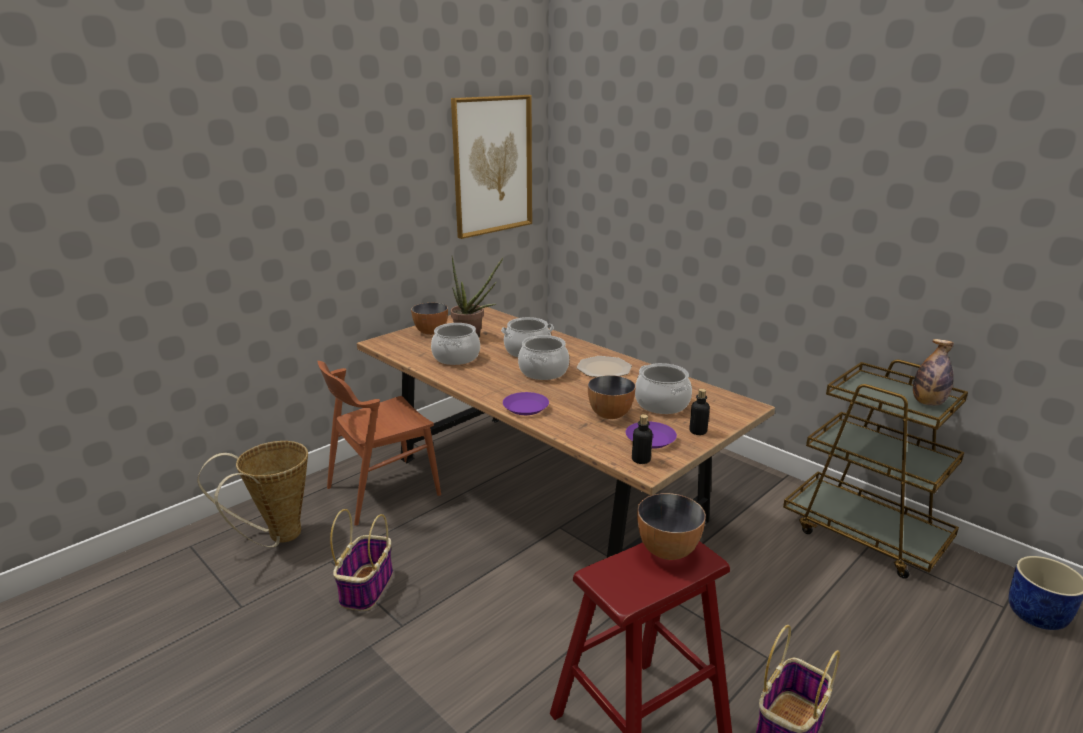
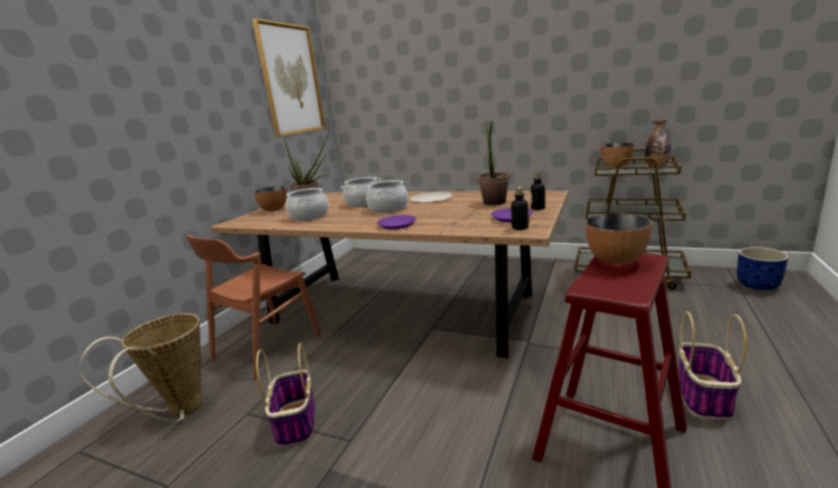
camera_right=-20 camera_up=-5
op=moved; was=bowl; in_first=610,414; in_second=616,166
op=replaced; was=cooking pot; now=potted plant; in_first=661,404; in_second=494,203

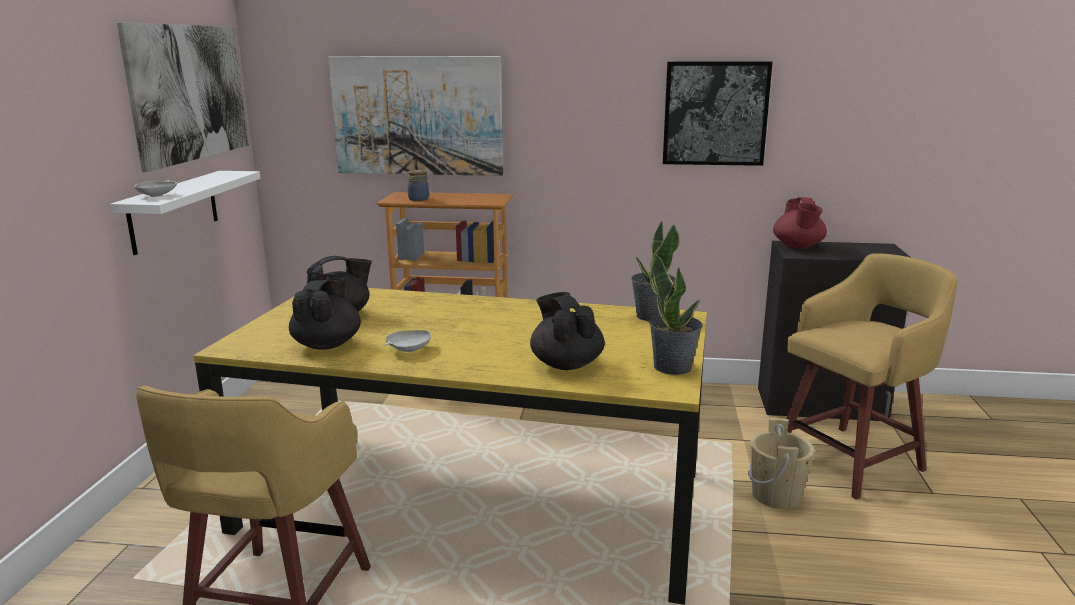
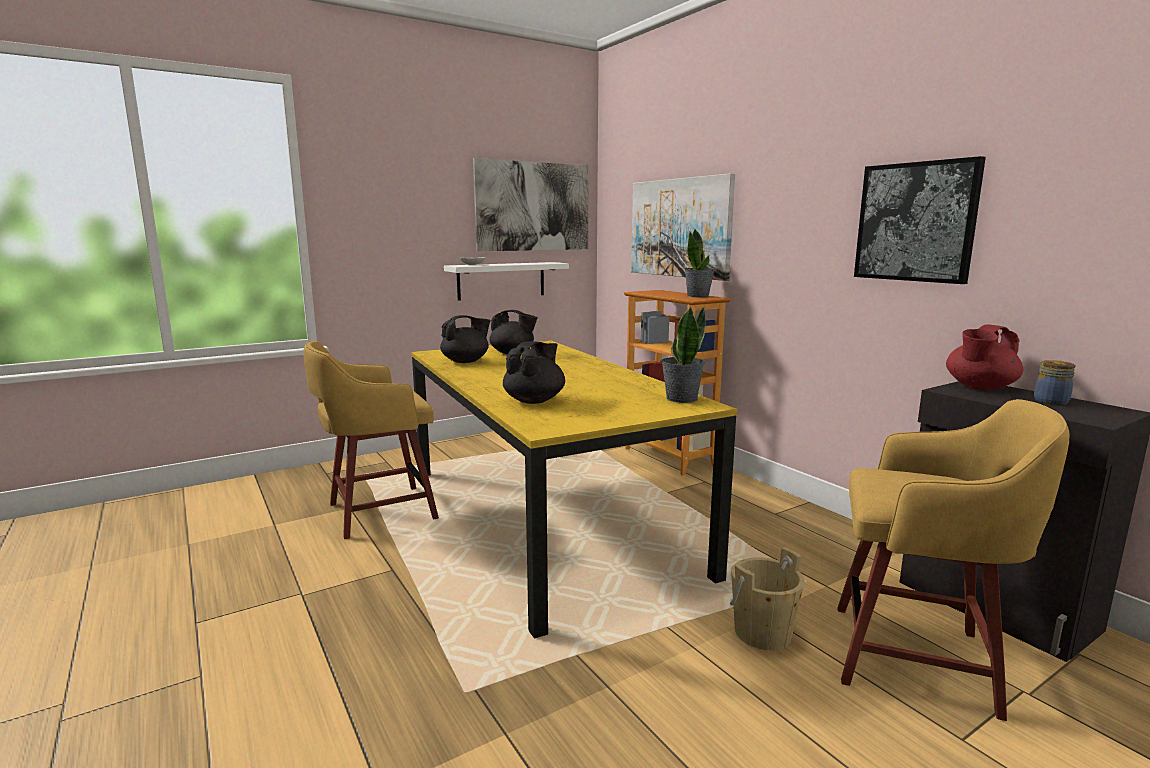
camera_right=50 camera_up=-5
op=removed; was=white bowl; in_first=408,350
op=moved; was=jar; in_first=418,199; in_second=1050,401
op=moved; was=potted plant; in_first=673,367; in_second=698,296

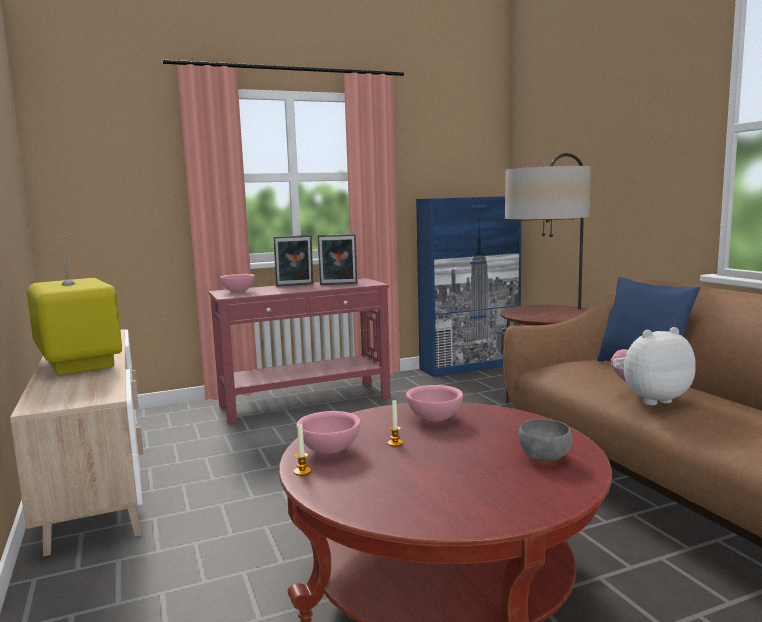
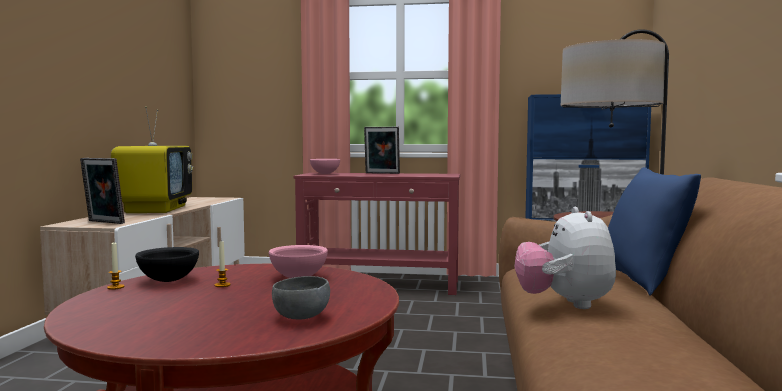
camera_right=30 camera_up=-5
op=moved; was=picture frame; in_first=338,284; in_second=103,222
op=recoloured; was=pink bowl; now=black bowl; in_first=330,451; in_second=168,280
op=turned; was=plush toy; in_first=650,399; in_second=564,304; clockwise=-105

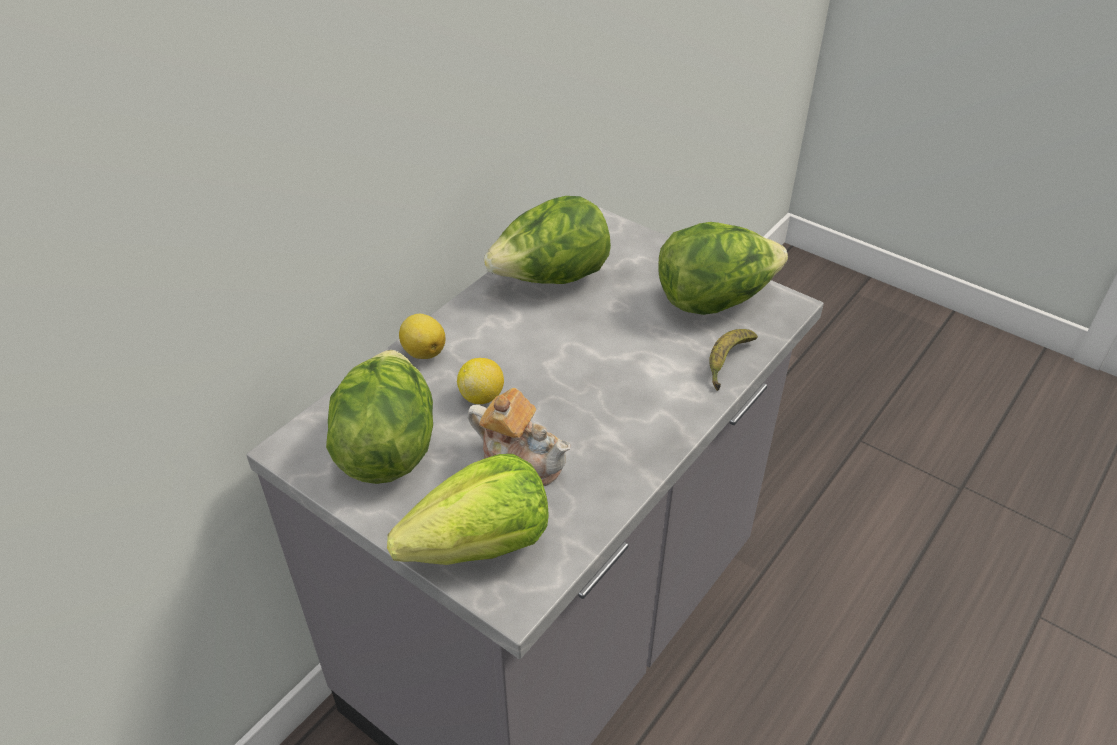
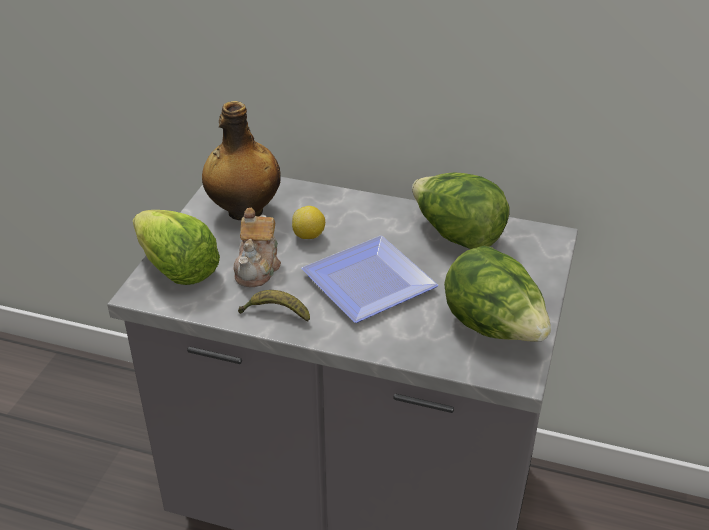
camera_right=70 camera_up=-5
op=removed; was=lemon; in_first=423,351
op=added; now=plate; in_second=369,279
op=moved; was=banana; in_first=727,362; in_second=275,313
op=replaced; was=lettuce; now=bottle; in_first=387,447; in_second=244,211

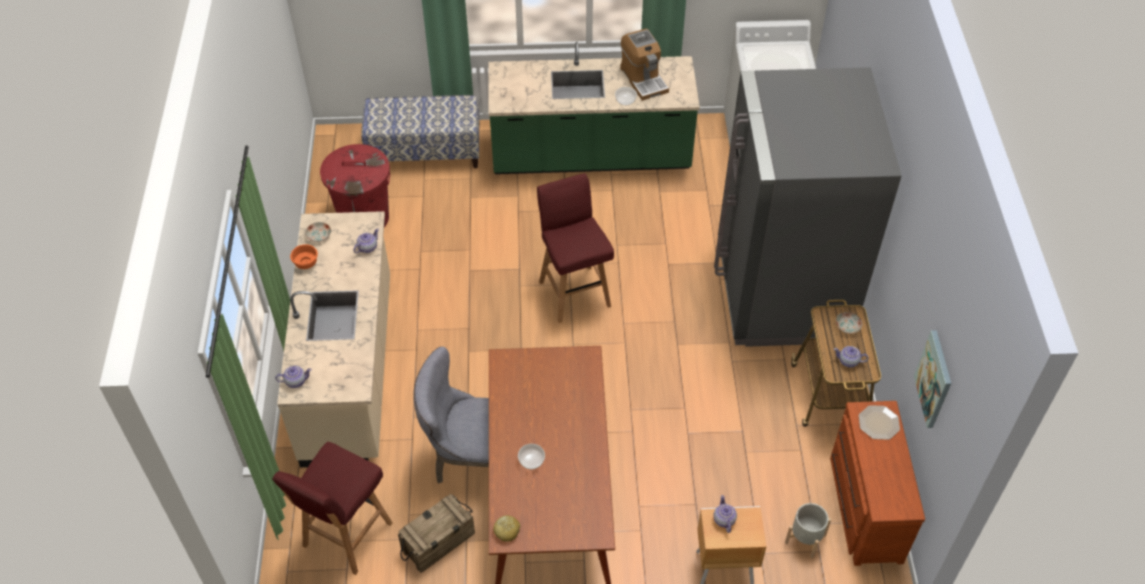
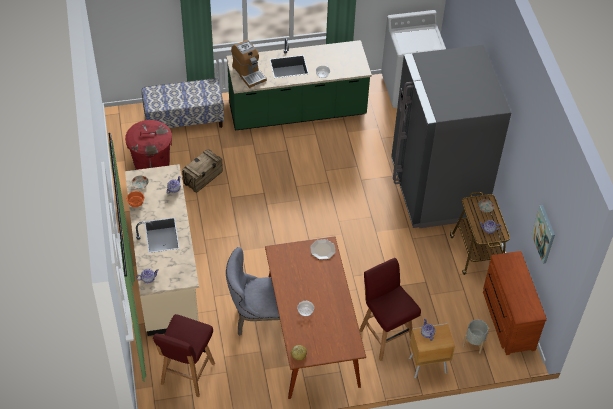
camera_right=-10 camera_up=0
op=moved; was=crate; in_first=438,542; in_second=203,178
op=moved; was=red stool; in_first=574,292; in_second=385,336
op=moved; was=coffee machine; in_first=643,79; in_second=248,73
op=moved; was=plate; in_first=879,423; in_second=323,250

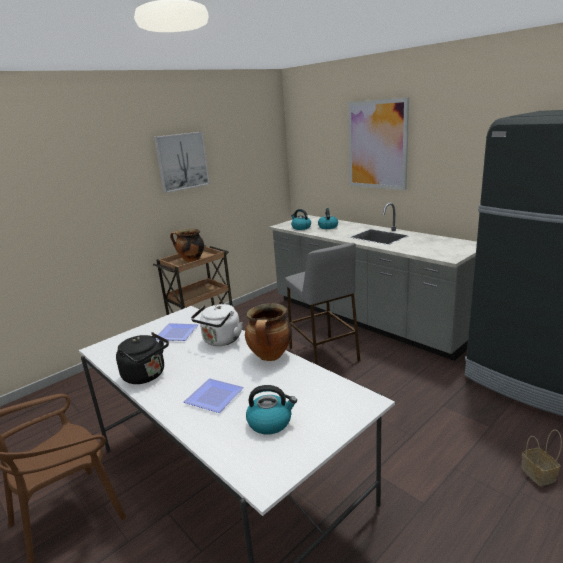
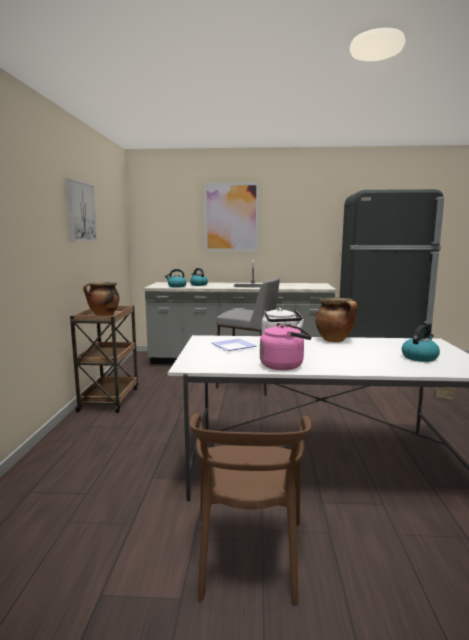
camera_right=-45 camera_up=-10
op=removed; was=plate; in_first=214,398
op=recoloured; was=black kettle; now=pink kettle; in_first=146,376; in_second=284,365

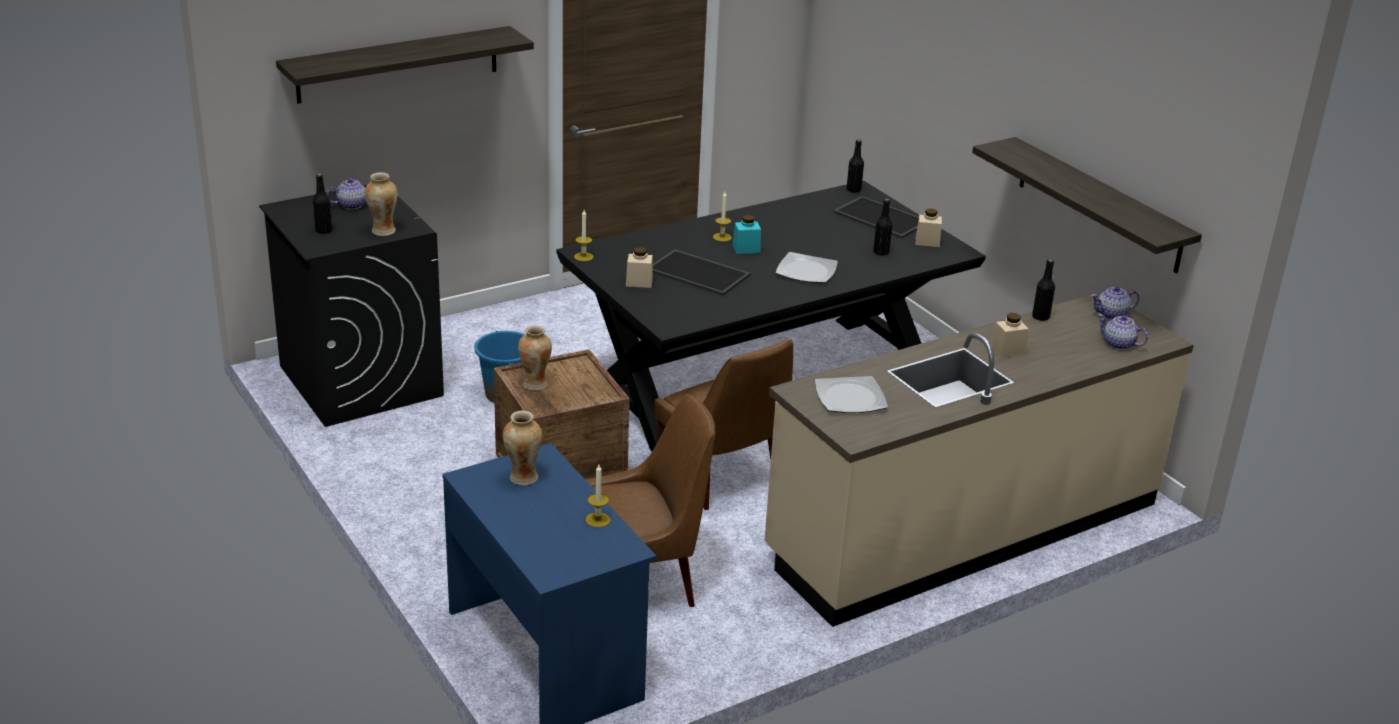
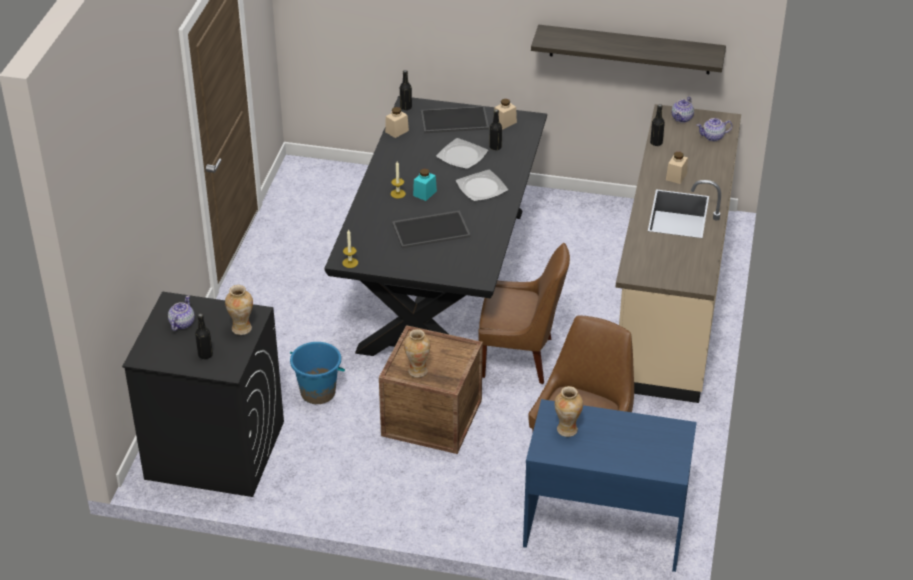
camera_right=-45 camera_up=10
op=removed; was=shelf; in_first=398,64
op=removed; was=candle; in_first=598,520
op=moved; was=beige jar; in_first=639,282; in_second=397,131
op=moved; was=plate; in_first=849,398; in_second=462,156

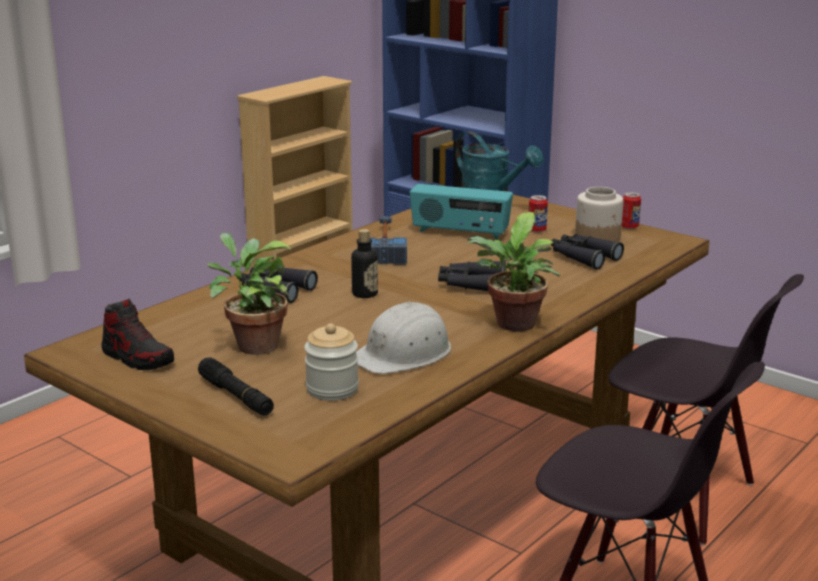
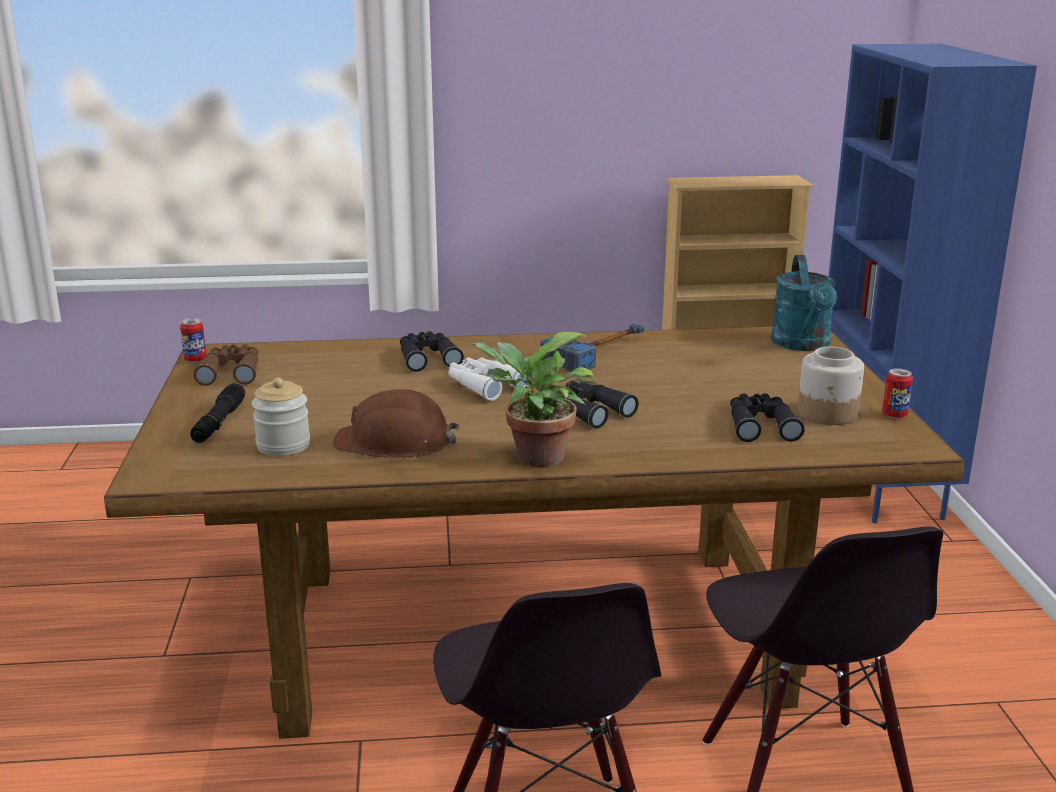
camera_right=45 camera_up=0
op=removed; was=potted plant; in_first=253,345
op=removed; was=radio; in_first=460,233
op=moved; was=can; in_first=537,230; in_second=195,360
op=replaced; was=shoe; now=brown binoculars; in_first=138,358; in_second=231,372
op=replaced; was=bottle; now=white binoculars; in_first=365,294; in_second=484,385
op=recoloured; was=white hard hat; now=brown hard hat; in_first=404,353; in_second=395,442

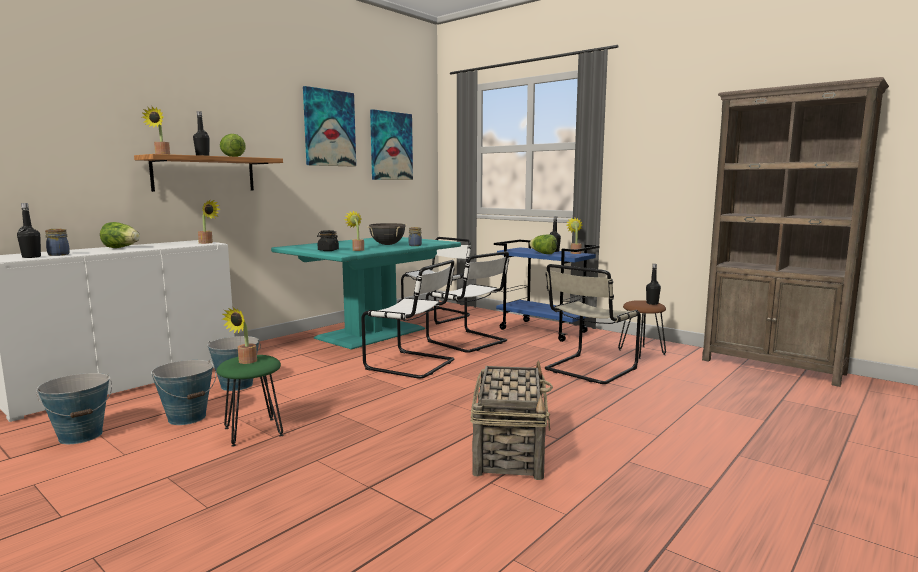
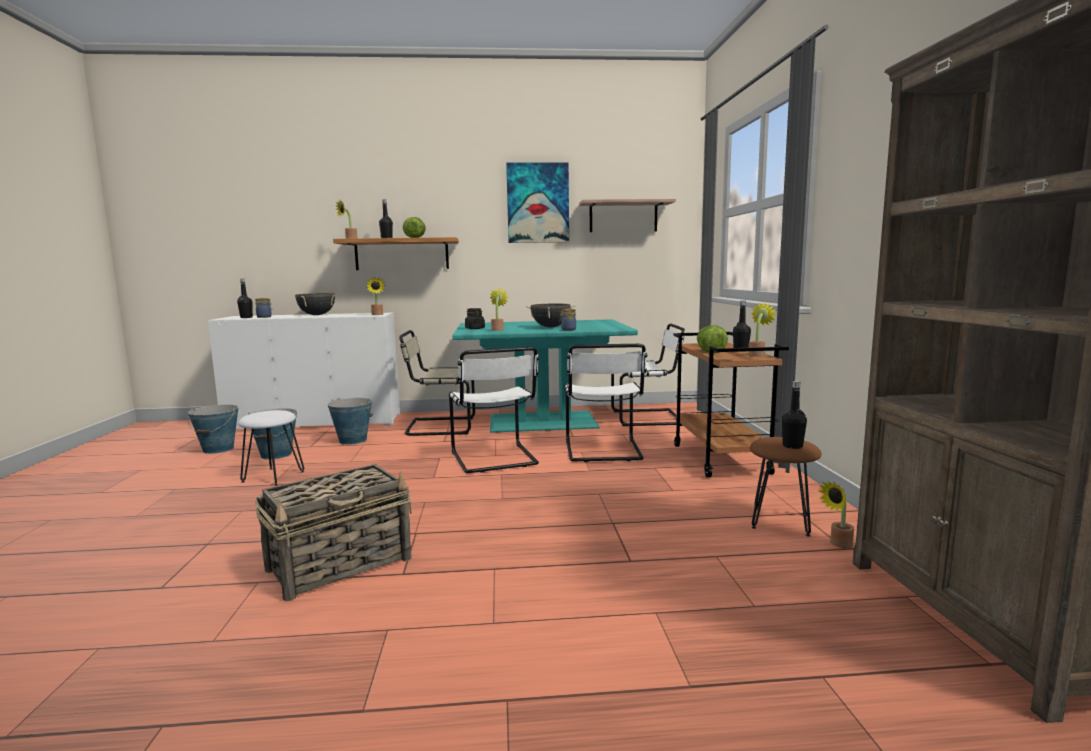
camera_right=45 camera_up=0
op=moved; was=potted plant; in_first=245,362; in_second=838,544
op=moved; was=beige chair; in_first=588,370; in_second=438,427
op=replaced; was=lettuce; now=black cooking pot; in_first=121,248; in_second=317,315
op=replaced; was=picture; now=shelf; in_first=391,146; in_second=623,217
op=recoloured; was=green stool; now=white stool; in_first=253,431; in_second=273,476
op=recoloured; was=blue cart; now=brown cart; in_first=544,330; in_second=721,459

